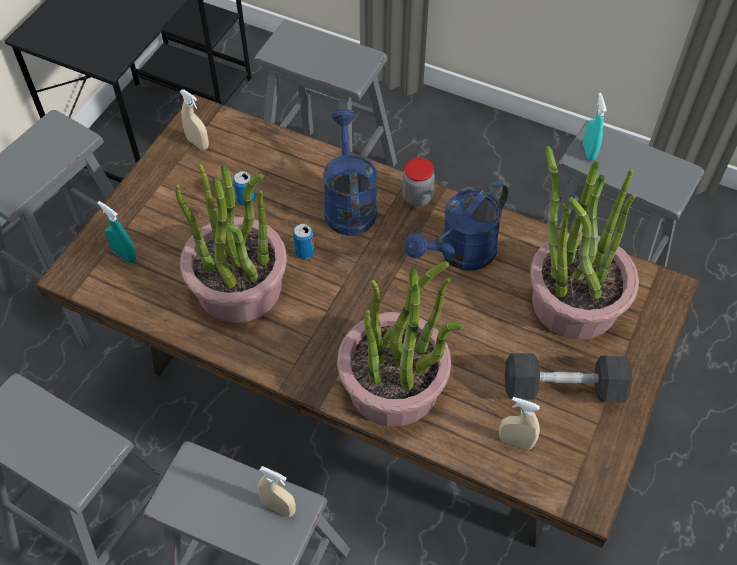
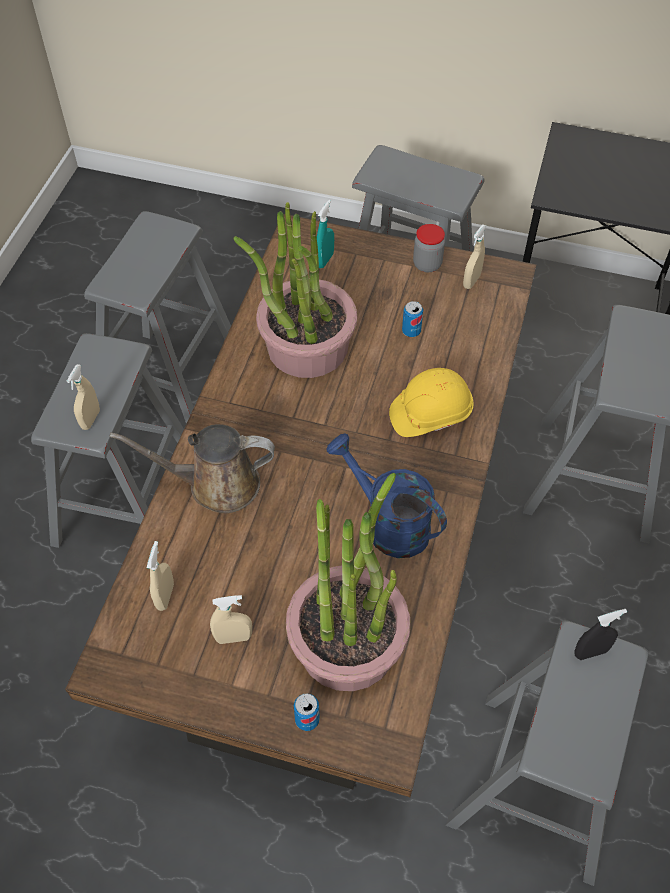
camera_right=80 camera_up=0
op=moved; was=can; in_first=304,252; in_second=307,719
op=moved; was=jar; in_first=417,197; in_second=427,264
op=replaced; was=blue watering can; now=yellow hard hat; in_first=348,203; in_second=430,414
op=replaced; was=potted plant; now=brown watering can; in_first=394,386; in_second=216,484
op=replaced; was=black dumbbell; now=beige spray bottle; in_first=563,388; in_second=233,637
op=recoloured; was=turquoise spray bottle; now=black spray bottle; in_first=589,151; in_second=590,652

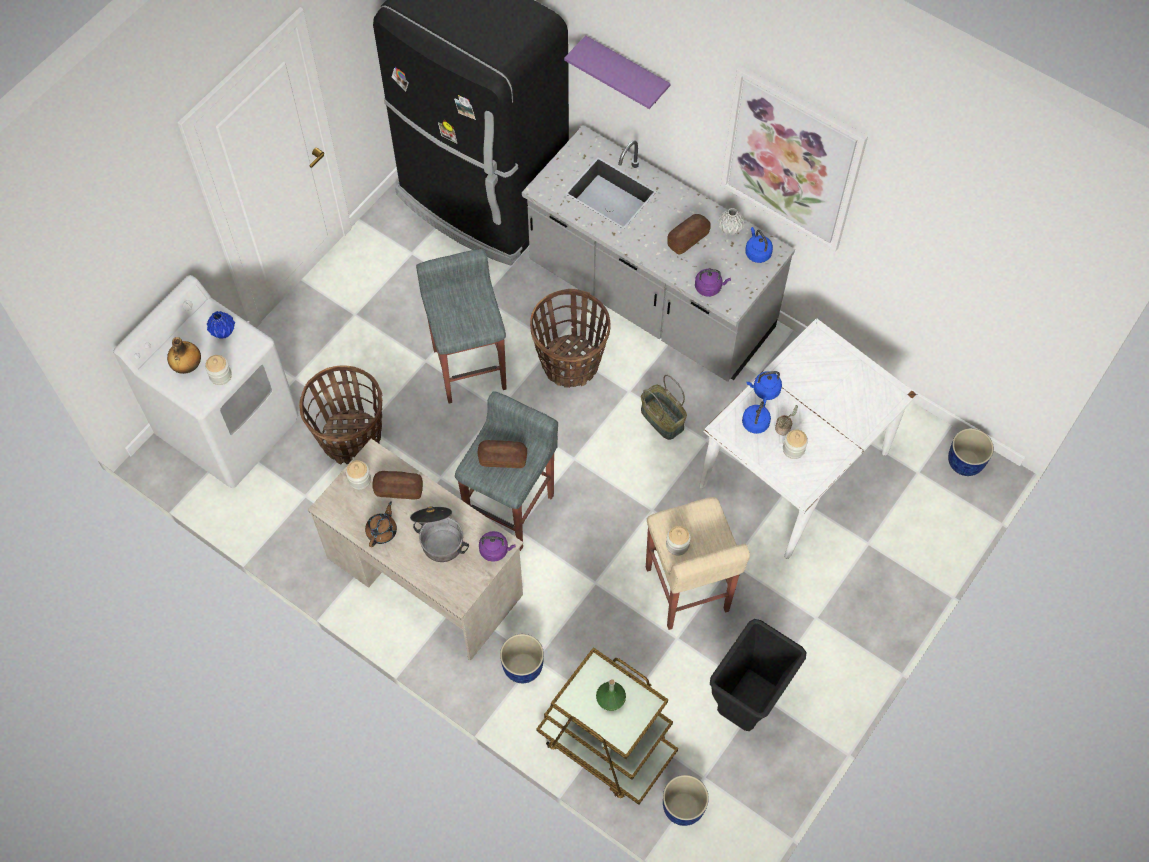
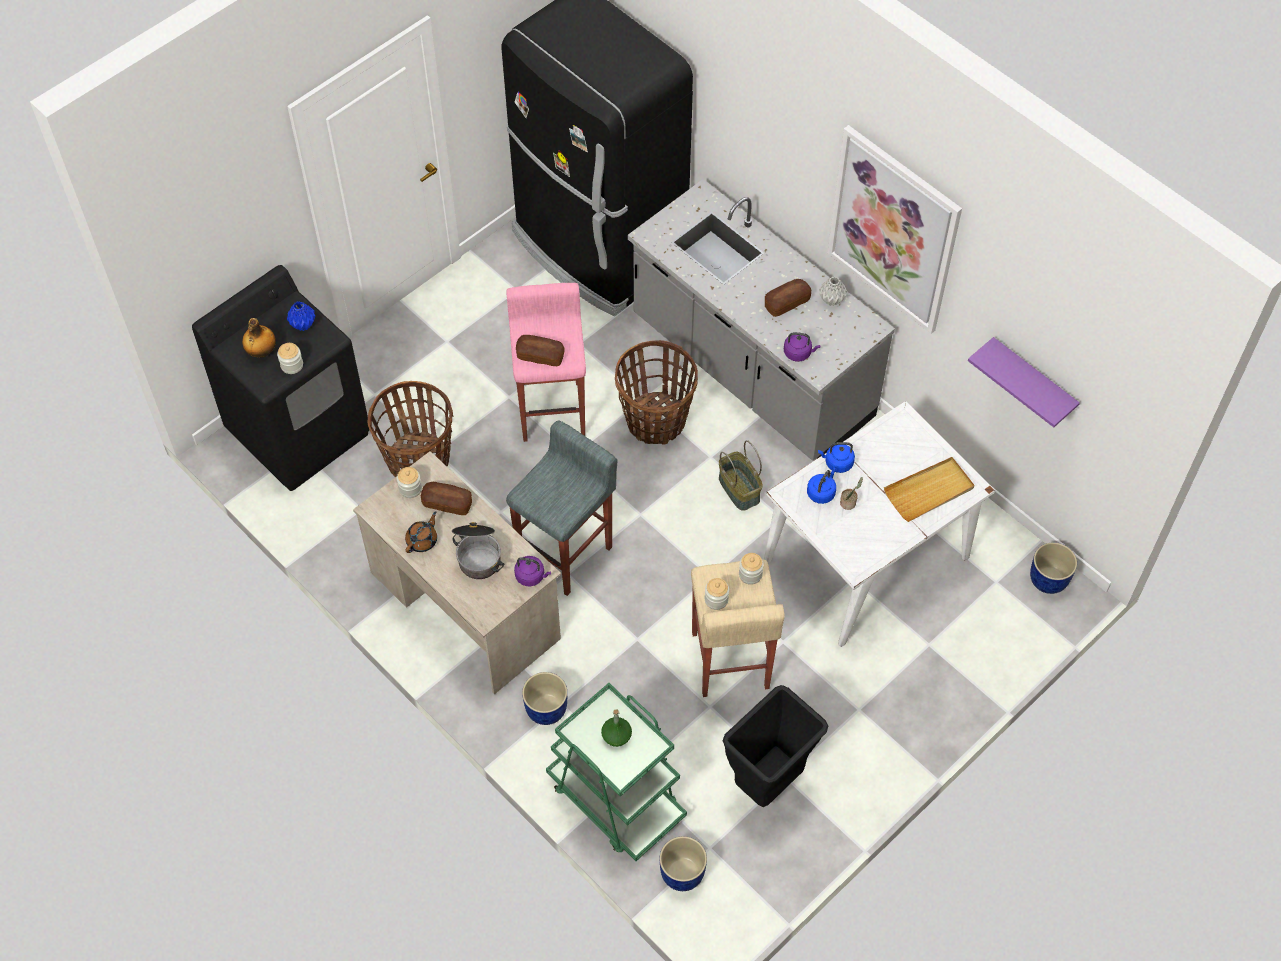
camera_right=10 camera_up=-5
op=removed; was=blue kettle; in_first=757,252
op=added; now=beige tray; in_second=929,491
op=moved; was=bread; in_first=502,458; in_second=540,356
op=moved; was=purple shelf; in_first=627,72; in_second=1032,382
op=moved; was=jar; in_first=793,449; in_second=750,574
op=recoloured; was=white washing machine; now=black washing machine; in_first=229,426; in_second=299,431
op=recoloured; was=grey stool; now=pink stool; in_first=470,367; in_second=552,409
op=recoloured; was=brown cart; now=green cart; in_first=606,744; in_second=615,798

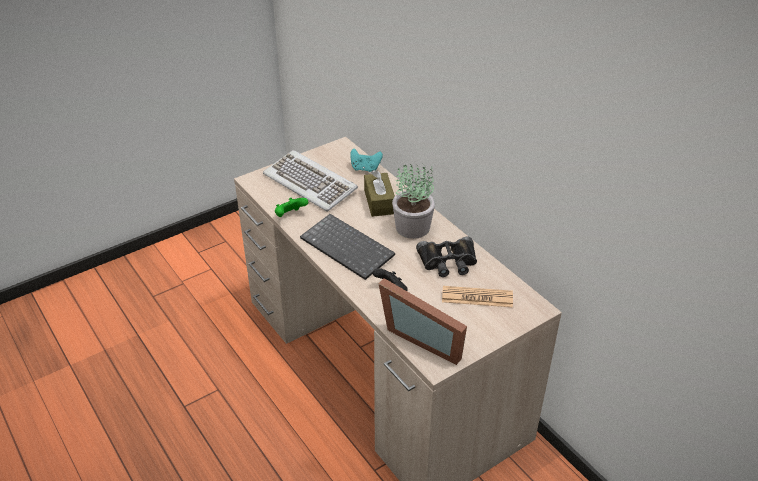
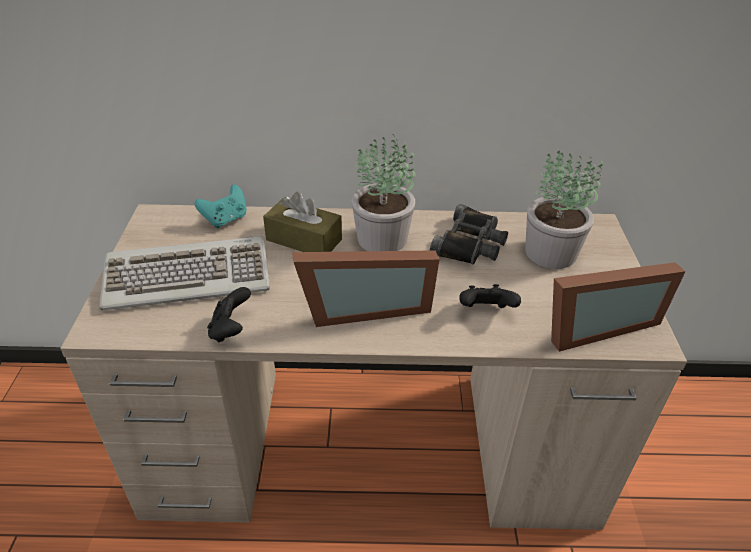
camera_right=-55 camera_up=0
op=replaced; was=keyboard; now=picture frame; in_first=349,247; in_second=364,307
op=replaced; was=newspaper; now=potted plant; in_first=477,297; in_second=551,253
op=recoloured; was=green game controller; now=black game controller; in_first=290,215; in_second=231,329

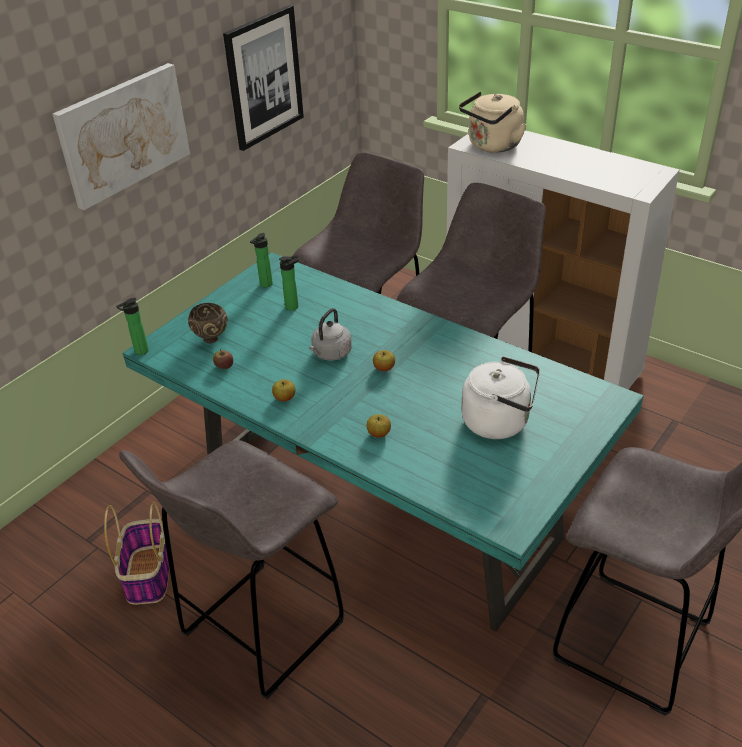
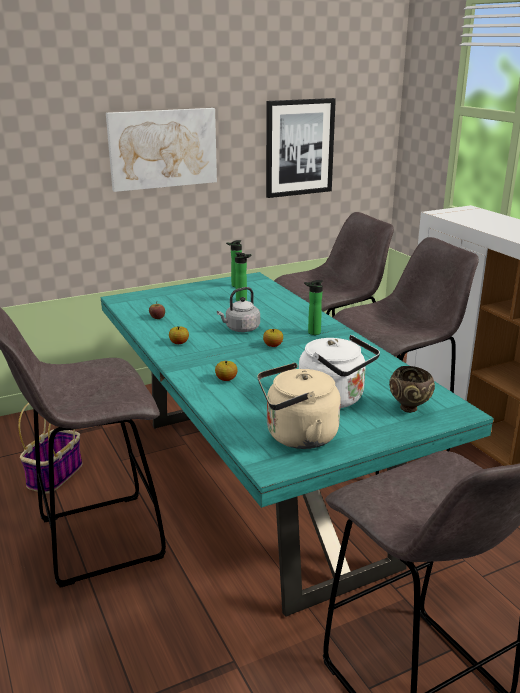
camera_right=25 camera_up=-15
op=moved; was=bottle; in_first=139,352; in_second=312,333
op=moved; was=brown bowl; in_first=212,339; in_second=410,409
op=moved; was=beige kettle; in_first=492,146; in_second=297,436

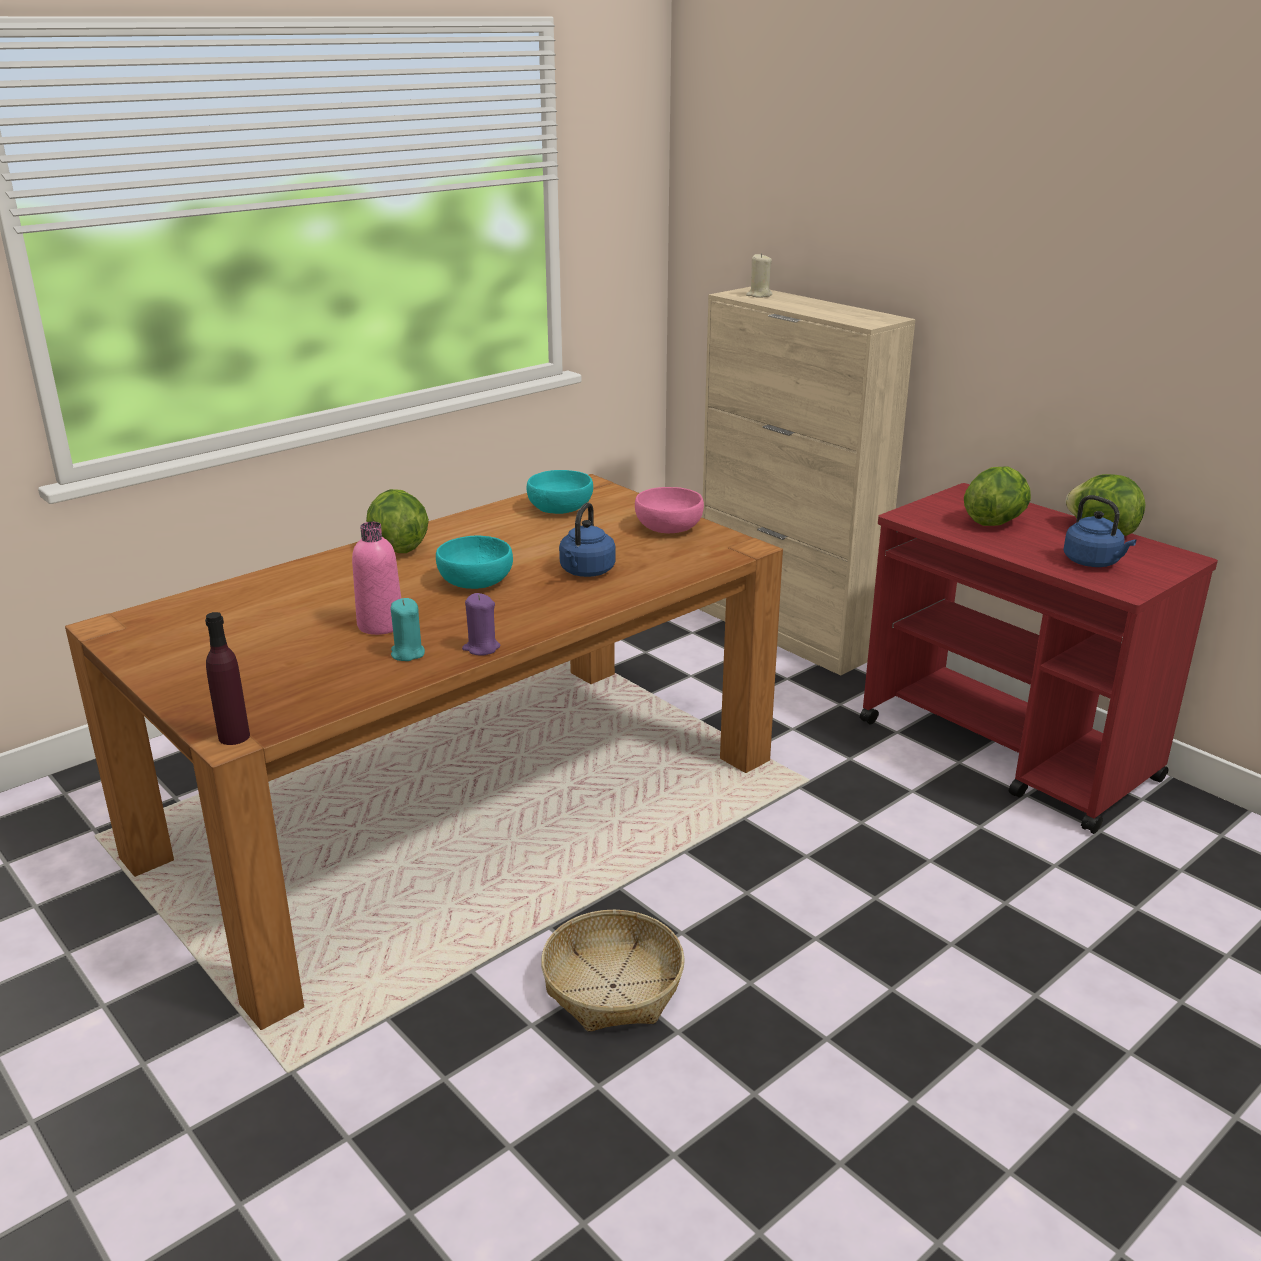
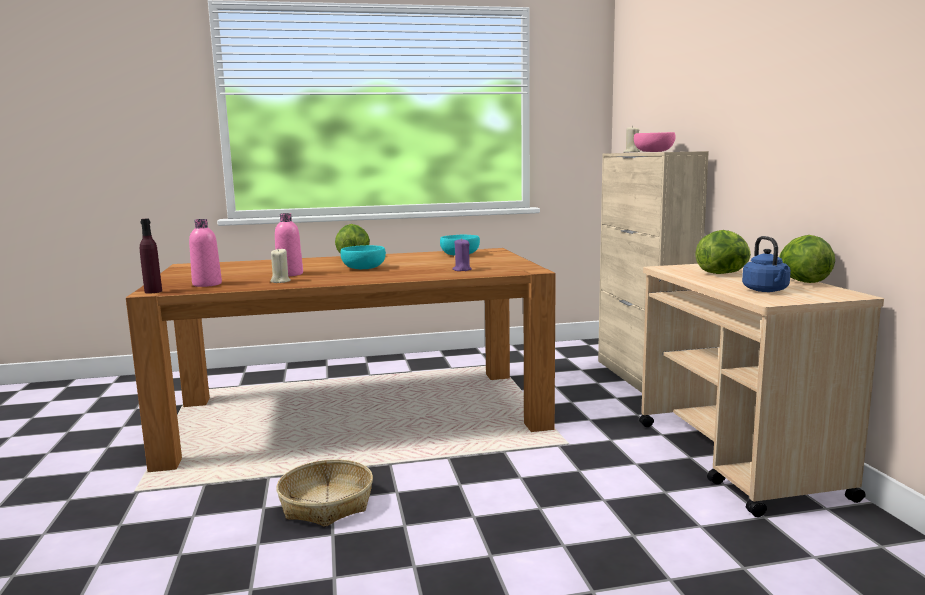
camera_right=30 camera_up=-15
op=removed; was=blue kettle; in_first=586,572
op=added; now=pink bottle; in_second=207,284
op=moved; was=purple candle; in_first=481,648; in_second=462,270
op=moved; was=pink bowl; in_first=668,527; in_second=653,152
op=recoloured; was=turquoise candle; now=beige candle; in_first=407,653; in_second=280,281
op=recoloured; was=red cart; now=beige cart; in_first=1008,751; in_second=737,459

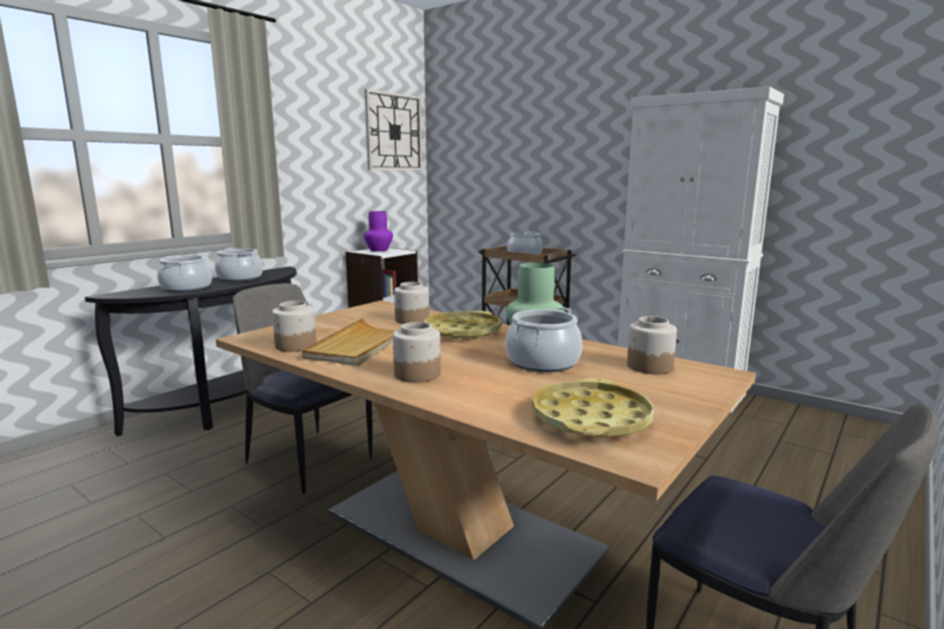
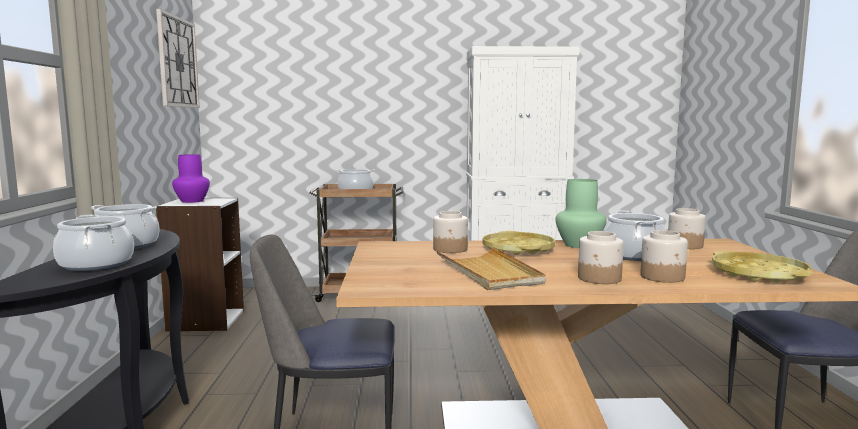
camera_right=-40 camera_up=-5
op=moved; was=jar; in_first=296,346; in_second=663,277

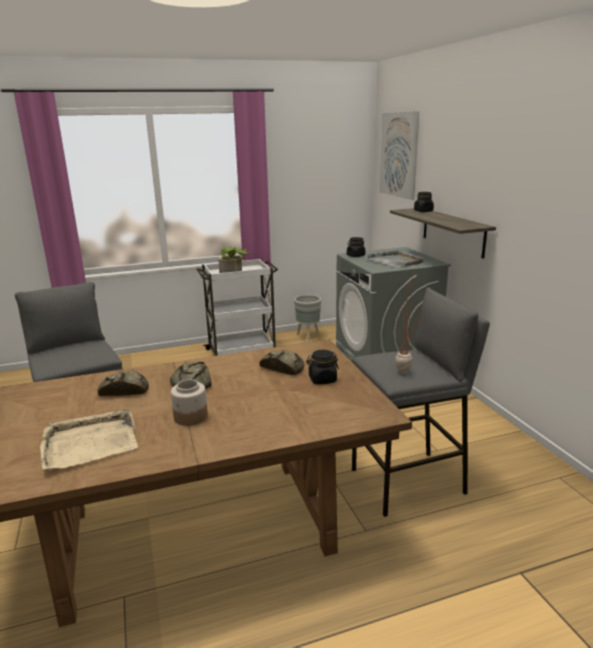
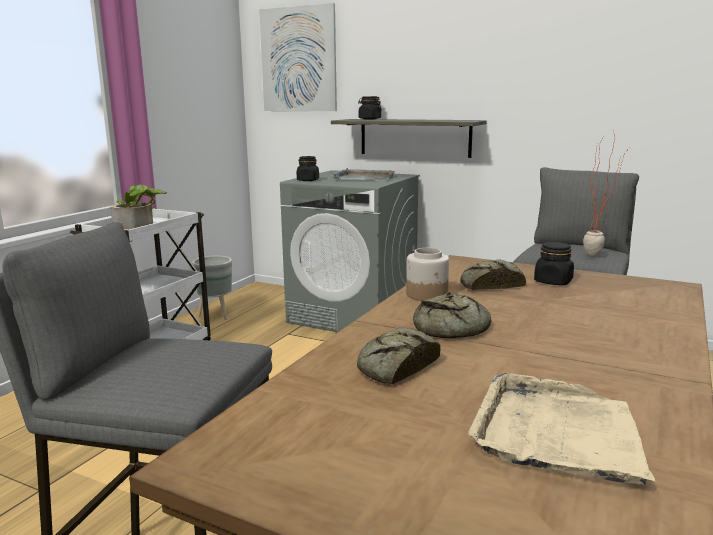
camera_right=-45 camera_up=-5
op=moved; was=jar; in_first=190,417; in_second=427,294

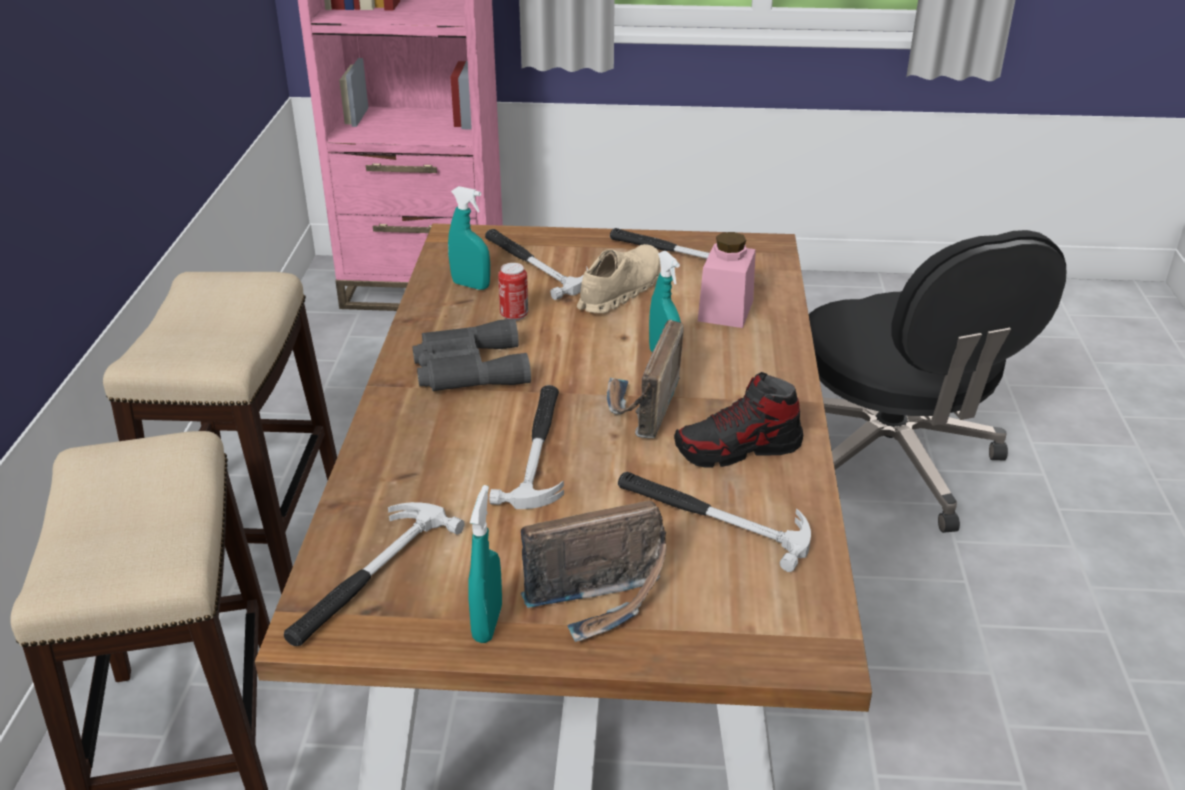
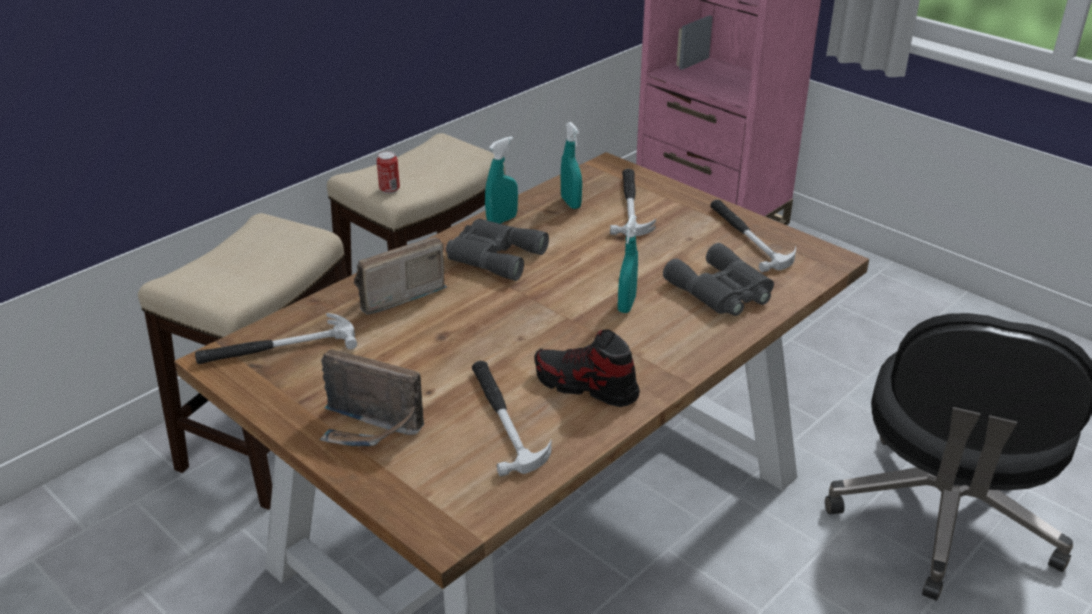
camera_right=40 camera_up=0
op=removed; was=hammer; in_first=539,449
op=removed; was=beige shoe; in_first=620,290
op=moved; was=turquoise spray bottle; in_first=487,623; in_second=502,220
op=moved; was=can; in_first=514,315; in_second=389,190
op=moved; was=radio; in_first=641,408; in_second=395,295
op=replaced; was=pink jar; now=grey binoculars; in_first=725,310; in_second=722,292

